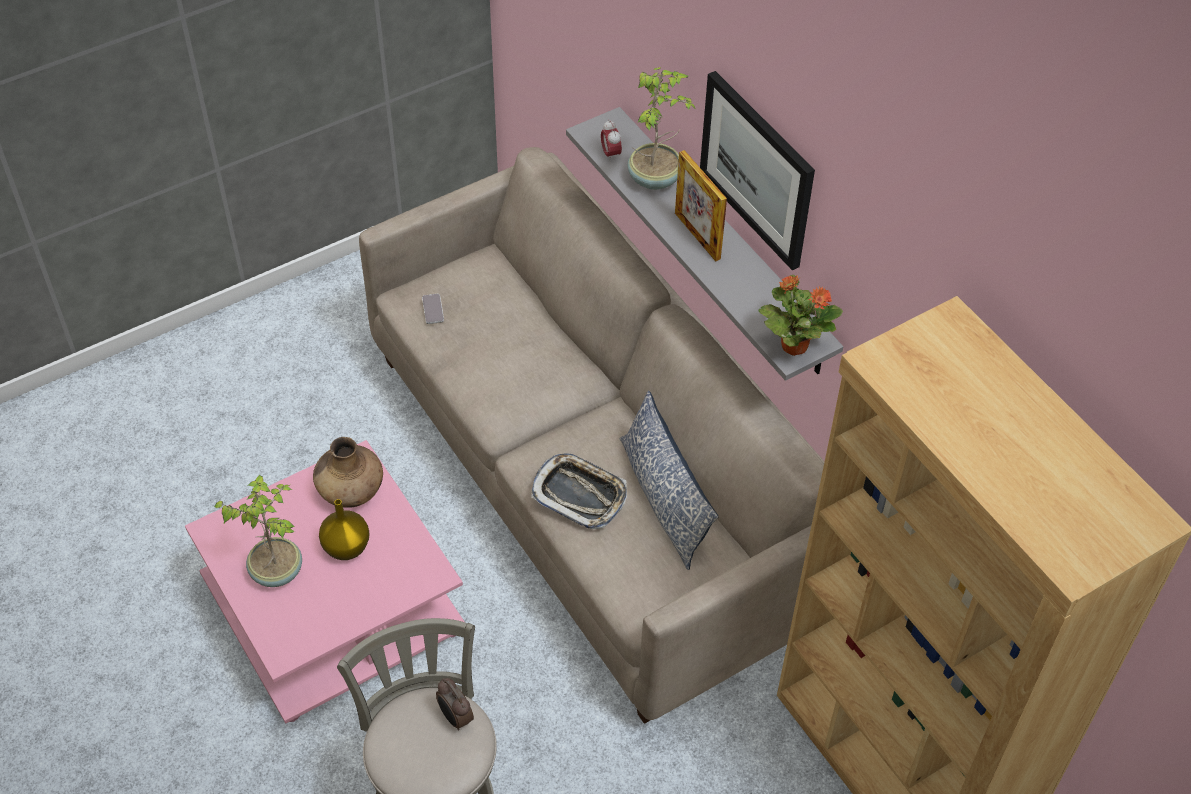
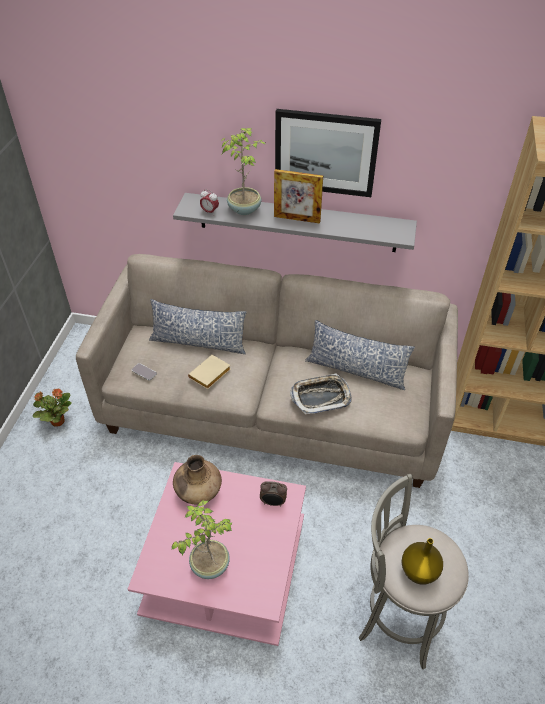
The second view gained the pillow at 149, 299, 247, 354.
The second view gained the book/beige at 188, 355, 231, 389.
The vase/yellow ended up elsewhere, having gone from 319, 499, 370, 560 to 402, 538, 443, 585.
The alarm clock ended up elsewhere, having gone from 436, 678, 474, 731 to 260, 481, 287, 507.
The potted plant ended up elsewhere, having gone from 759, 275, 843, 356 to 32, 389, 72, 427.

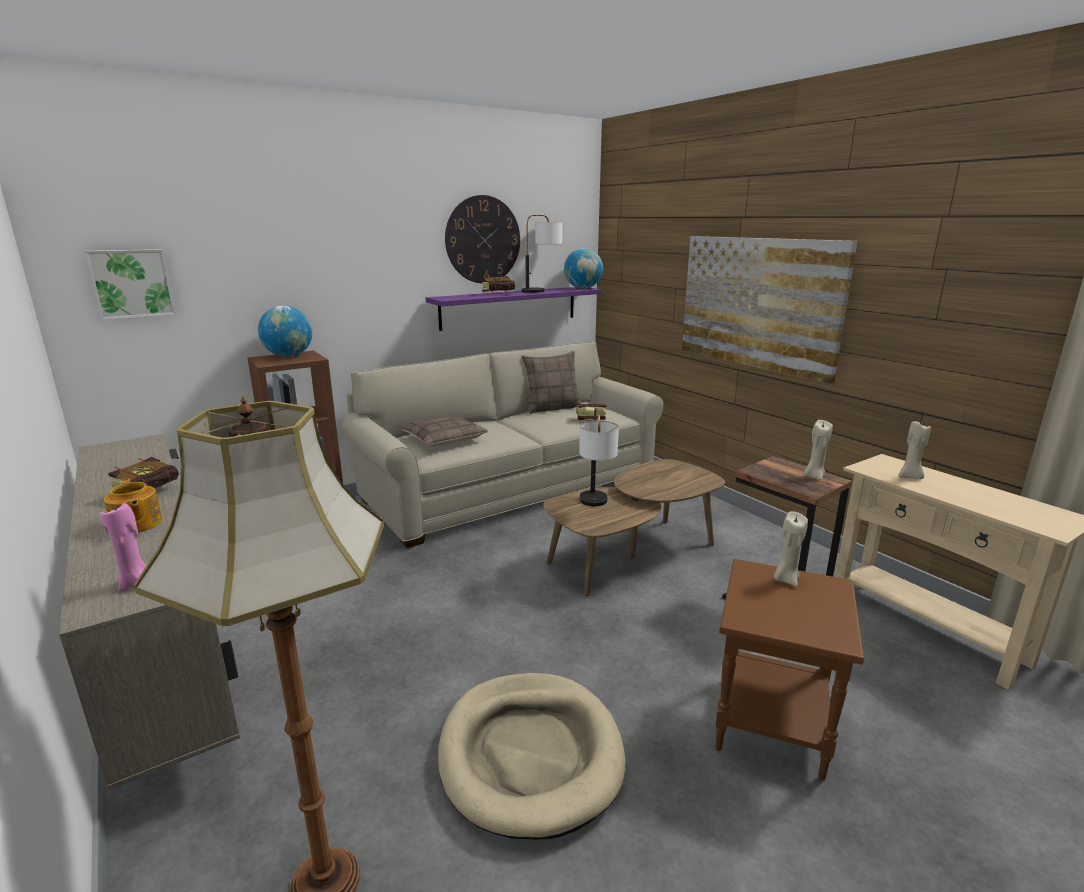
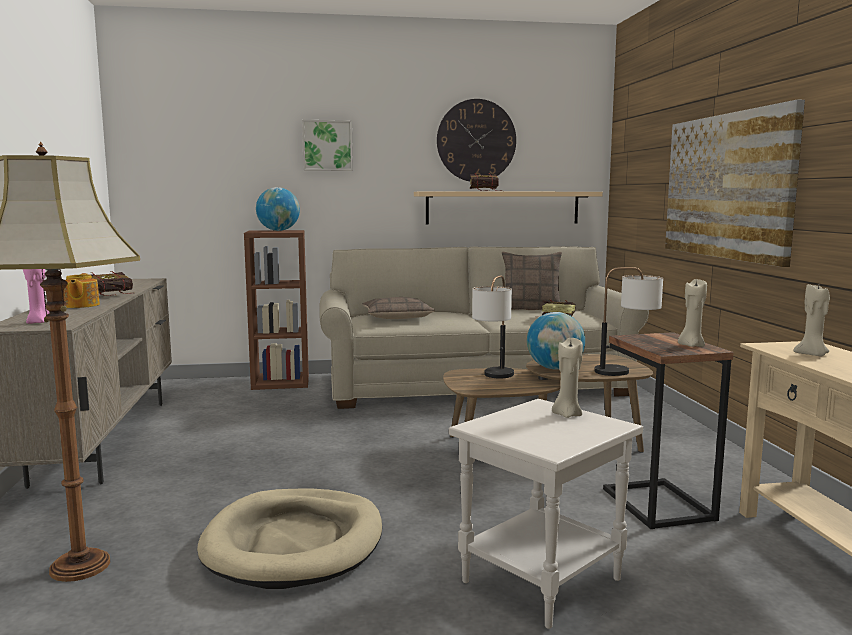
The picture ended up elsewhere, having gone from 85, 249, 176, 320 to 302, 120, 353, 171.
The table lamp ended up elsewhere, having gone from 522, 214, 562, 293 to 594, 267, 663, 376.
The globe ended up elsewhere, having gone from 564, 248, 603, 289 to 527, 312, 585, 369.
What was the shelf/purple at 426, 287, 602, 331 turned into the shelf/beige at 414, 192, 603, 224.
What was the side table/brown at 715, 559, 864, 781 turned into the side table/white at 449, 399, 643, 629.

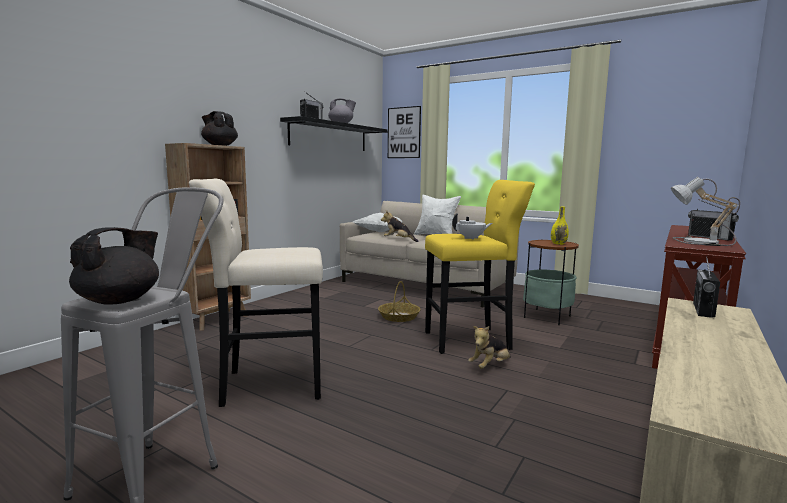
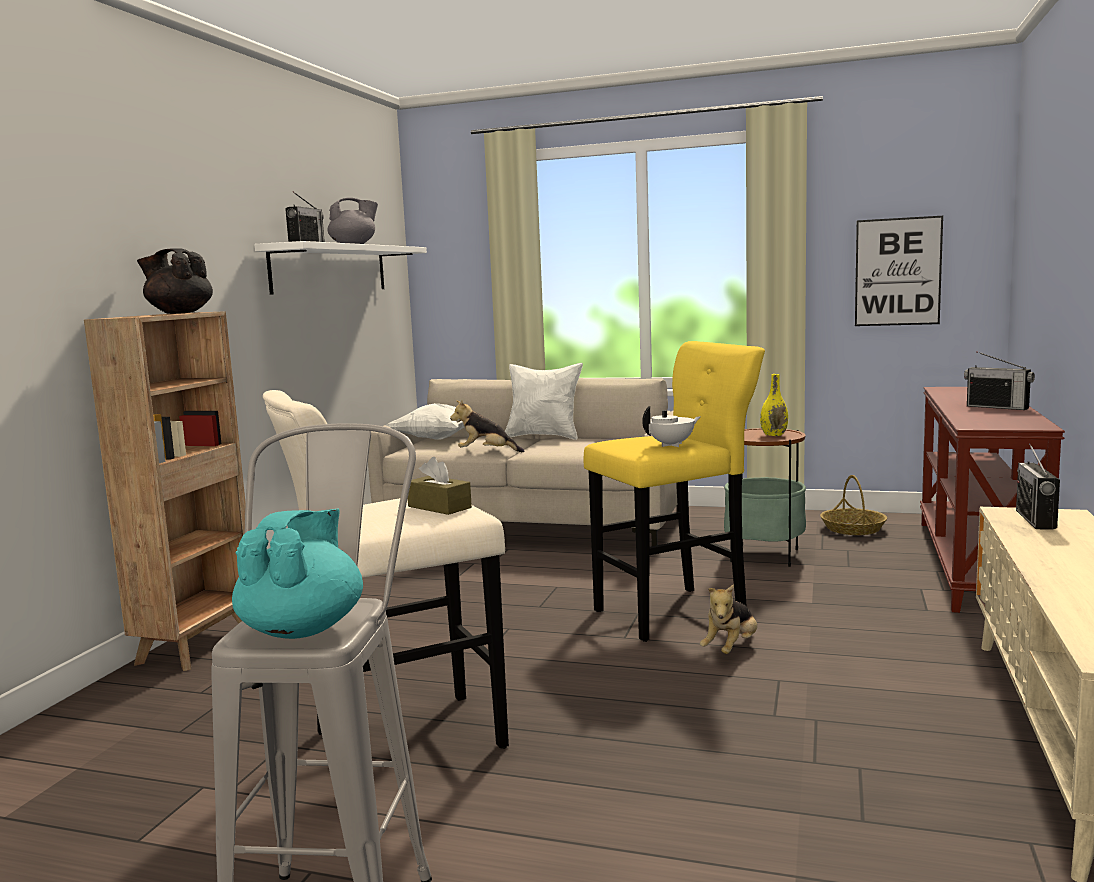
The second view lost the table lamp at 671, 177, 740, 246.
The second view gained the tissue box/brown at 408, 457, 472, 515.
The basket ended up elsewhere, having gone from 378, 281, 421, 322 to 820, 475, 887, 535.
The picture ended up elsewhere, having gone from 388, 106, 421, 158 to 855, 216, 943, 326.
What was the teapot/black at 69, 227, 159, 304 turned into the teapot/turquoise at 232, 509, 363, 639.
What was the shelf/black at 280, 116, 388, 151 turned into the shelf/white at 254, 241, 427, 295.

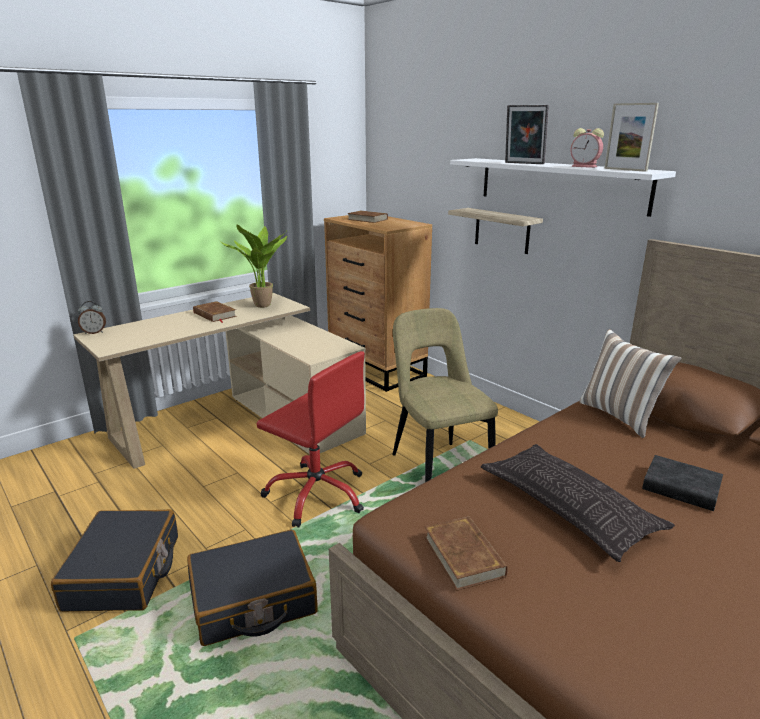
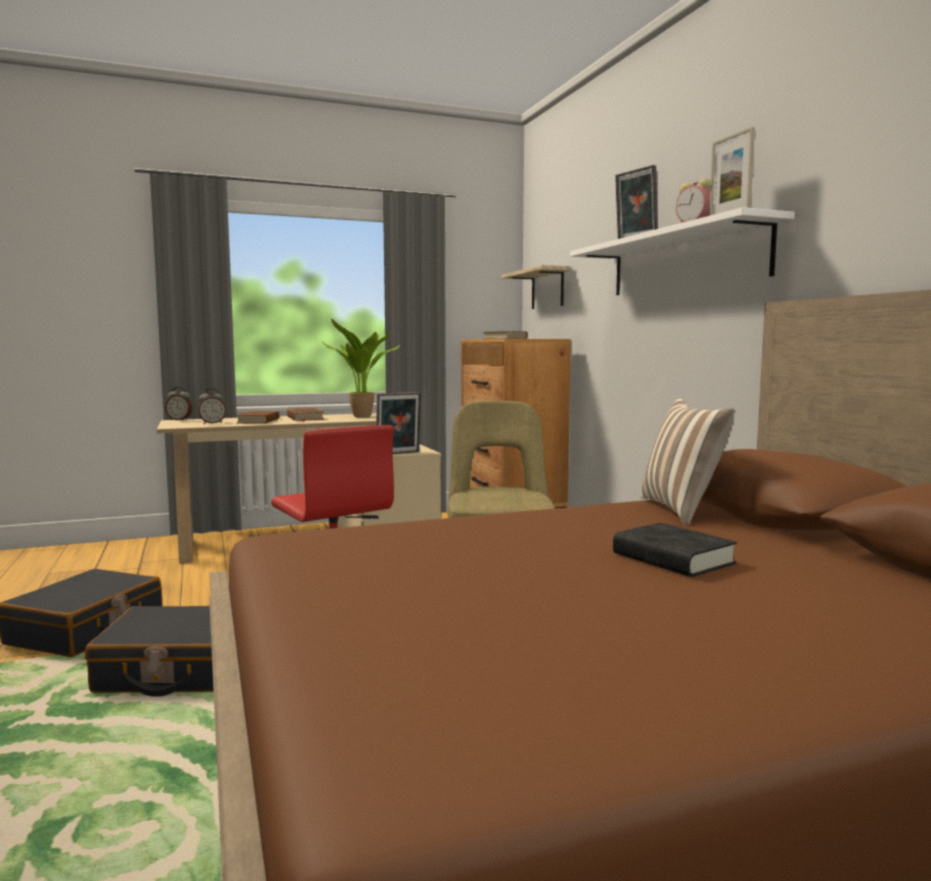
The second view lost the pillow at 481, 444, 675, 562.
The second view gained the alarm clock at 198, 389, 226, 424.
The second view gained the picture frame at 376, 392, 421, 454.
The book/brown ended up elsewhere, having gone from 424, 516, 508, 591 to 236, 411, 279, 424.
The shelf ended up elsewhere, having gone from 448, 208, 543, 254 to 502, 265, 571, 309.

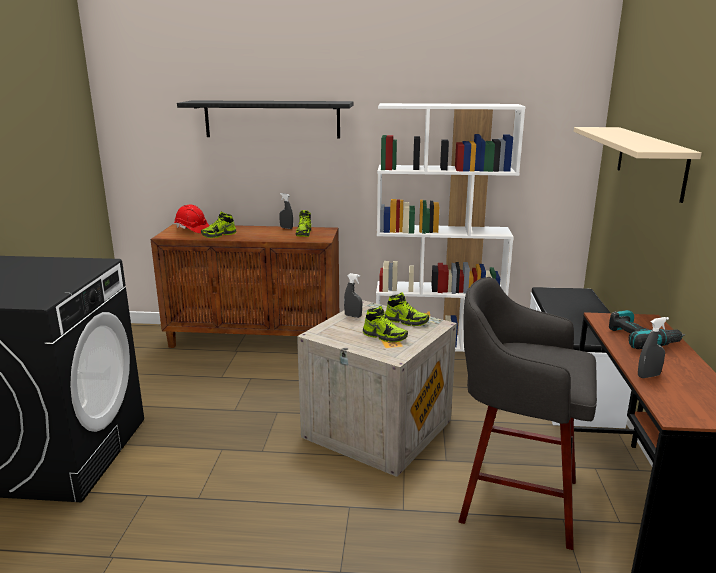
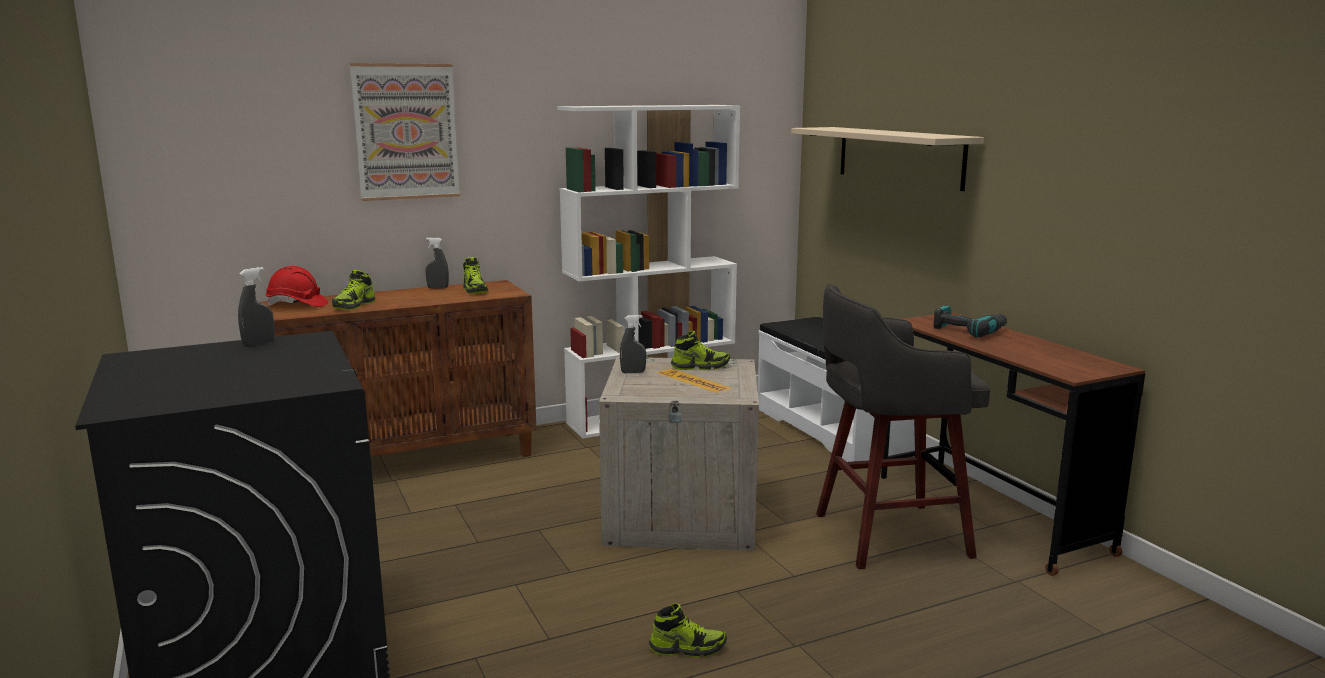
The shoe ended up elsewhere, having gone from 363, 306, 408, 342 to 649, 603, 727, 658.
The spray bottle/grey ended up elsewhere, having gone from 638, 317, 669, 378 to 238, 267, 275, 348.
Where the shelf/black hung at 177, 100, 353, 138, the picture came to hang at 350, 63, 460, 201.

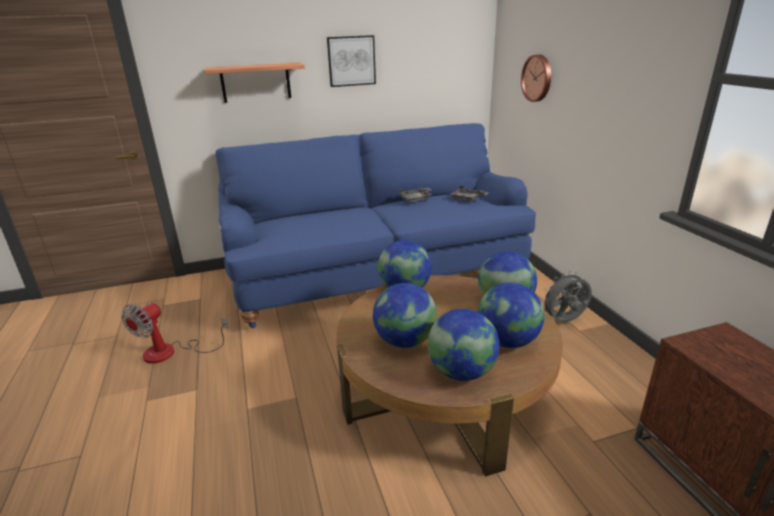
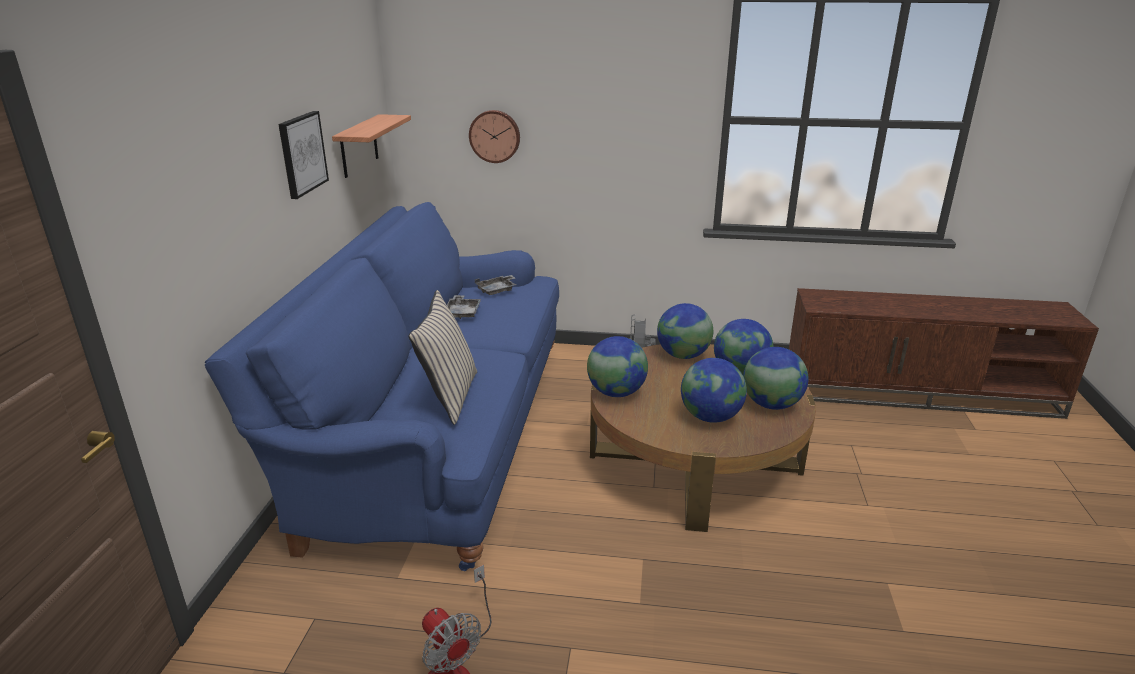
The second view gained the pillow/beige at 408, 290, 477, 425.
The shelf ended up elsewhere, having gone from 205, 63, 305, 103 to 332, 114, 411, 178.

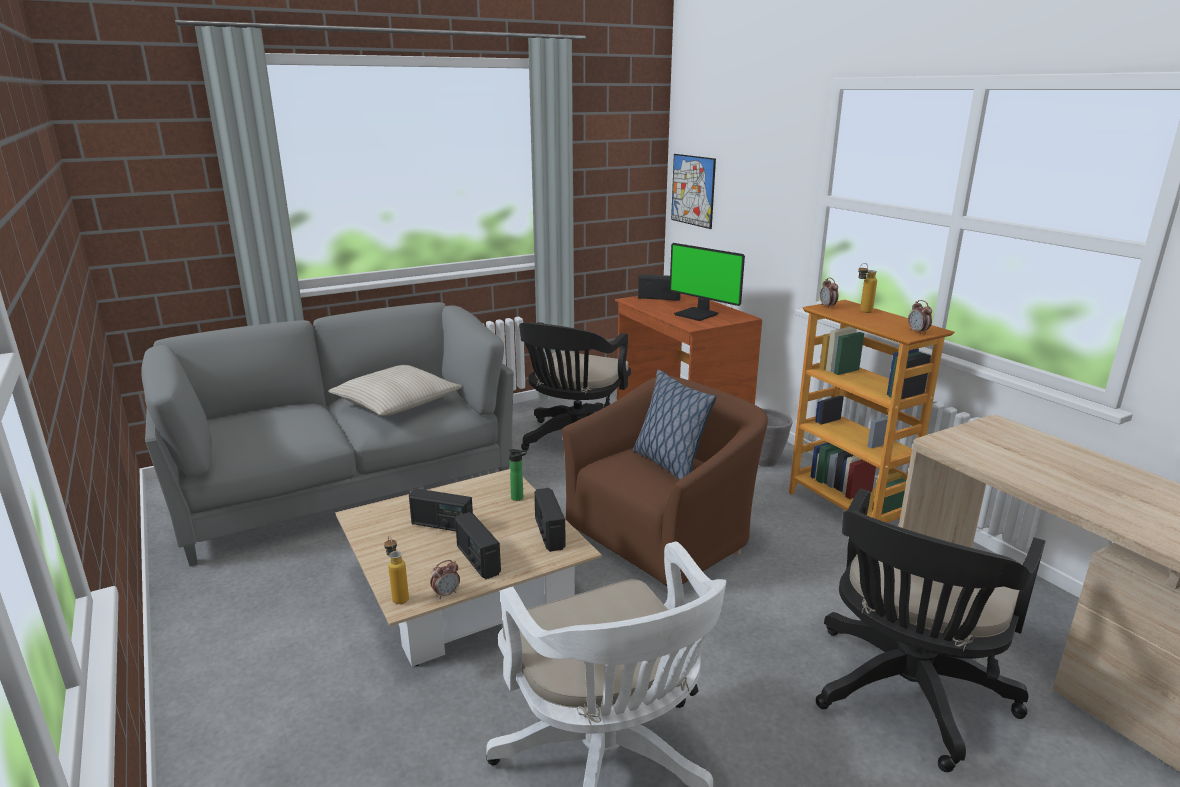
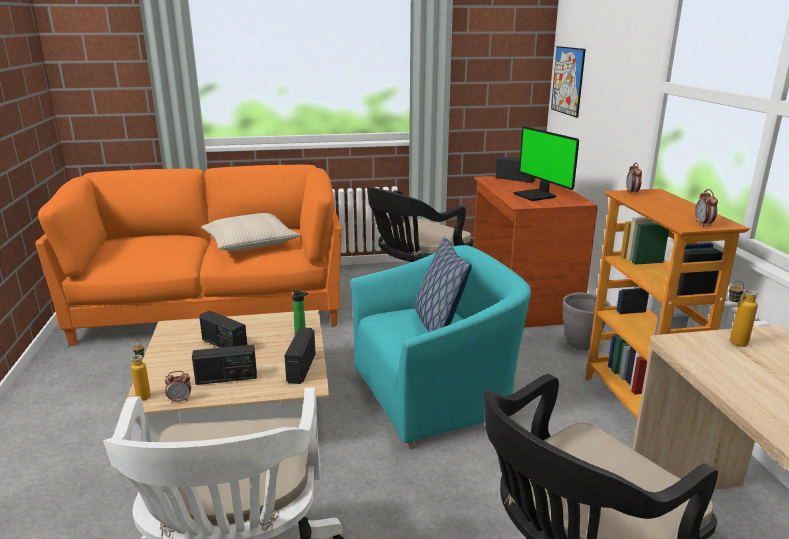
The bottle ended up elsewhere, having gone from 858, 263, 877, 313 to 728, 281, 758, 347.
What was the sofa/grey at 141, 302, 514, 567 turned into the sofa/orange at 35, 165, 342, 346.
What was the armchair/brown at 562, 376, 768, 586 turned into the armchair/turquoise at 351, 245, 531, 447.
The radio at 455, 512, 501, 579 ended up facing another way, 90 degrees counterclockwise from before.

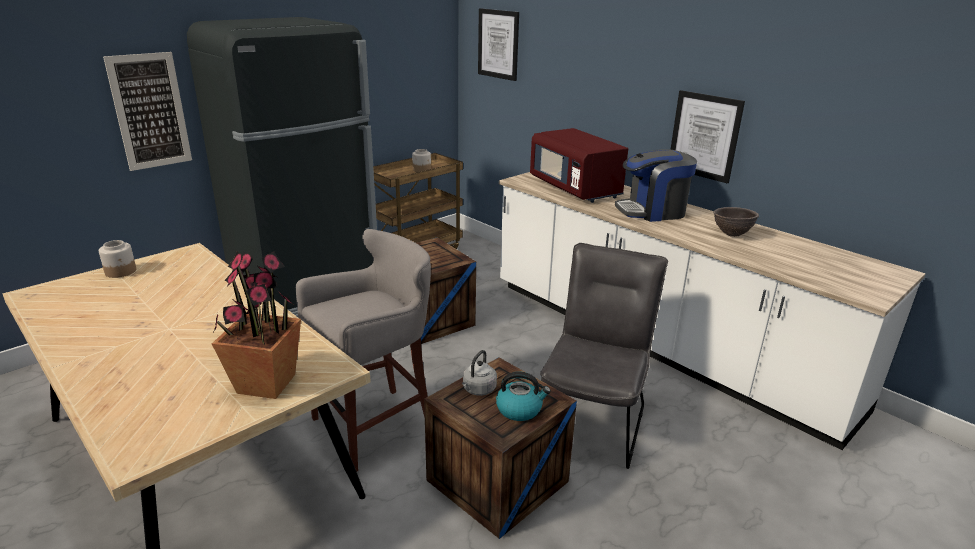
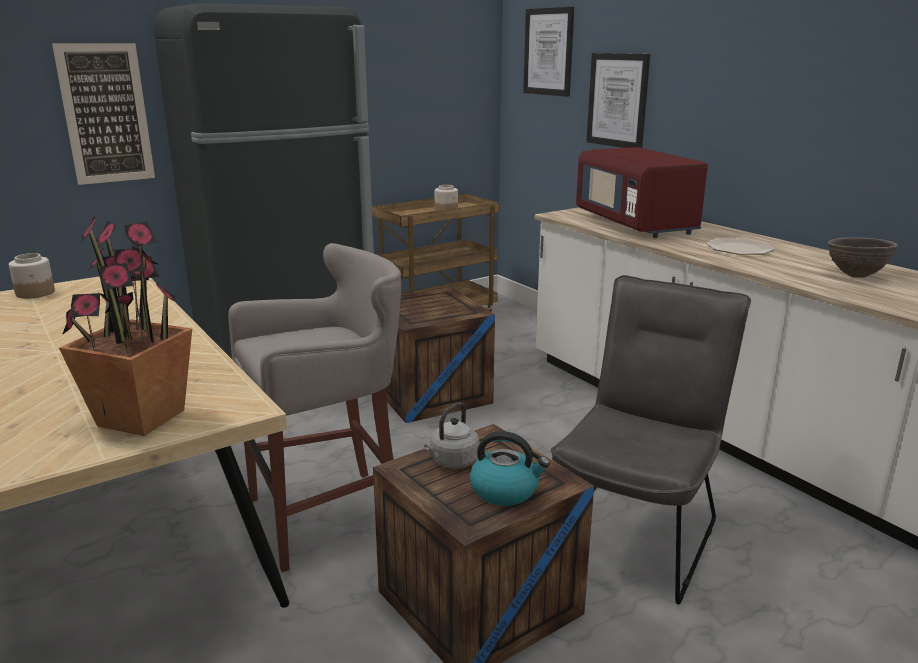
The picture ended up elsewhere, having gone from 670, 90, 745, 183 to 587, 53, 650, 148.
Where the coffee machine stood at 615, 149, 697, 222, the plate came to stand at 706, 238, 775, 255.

